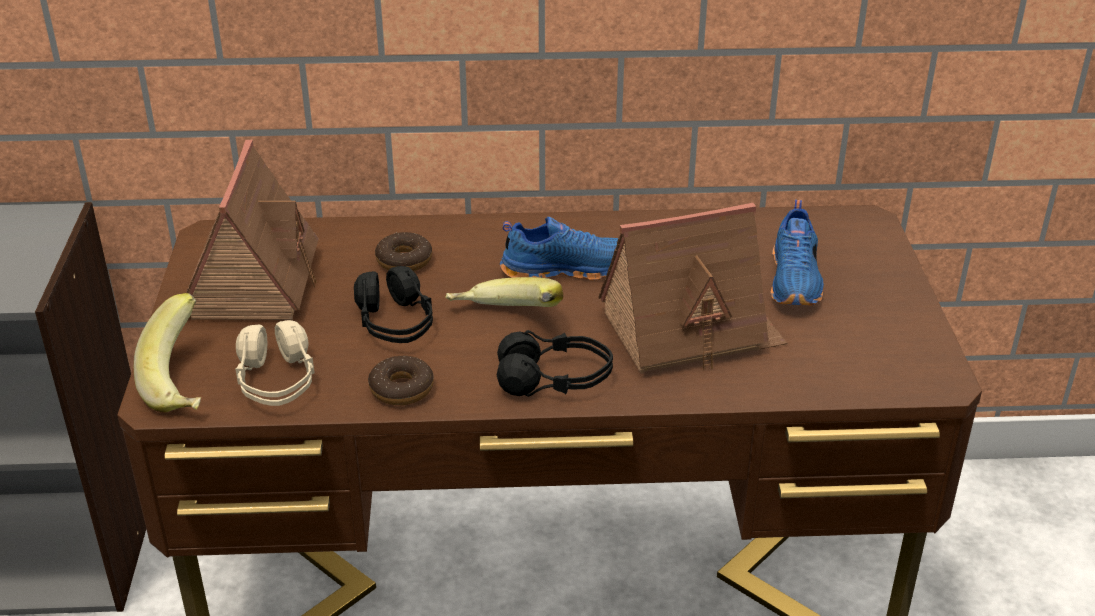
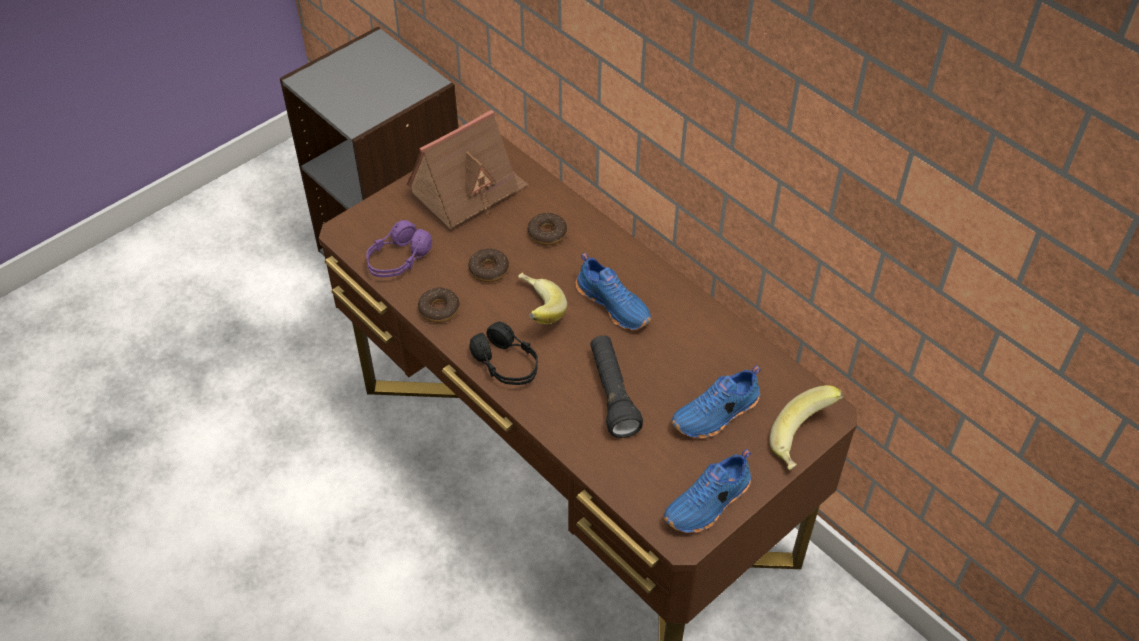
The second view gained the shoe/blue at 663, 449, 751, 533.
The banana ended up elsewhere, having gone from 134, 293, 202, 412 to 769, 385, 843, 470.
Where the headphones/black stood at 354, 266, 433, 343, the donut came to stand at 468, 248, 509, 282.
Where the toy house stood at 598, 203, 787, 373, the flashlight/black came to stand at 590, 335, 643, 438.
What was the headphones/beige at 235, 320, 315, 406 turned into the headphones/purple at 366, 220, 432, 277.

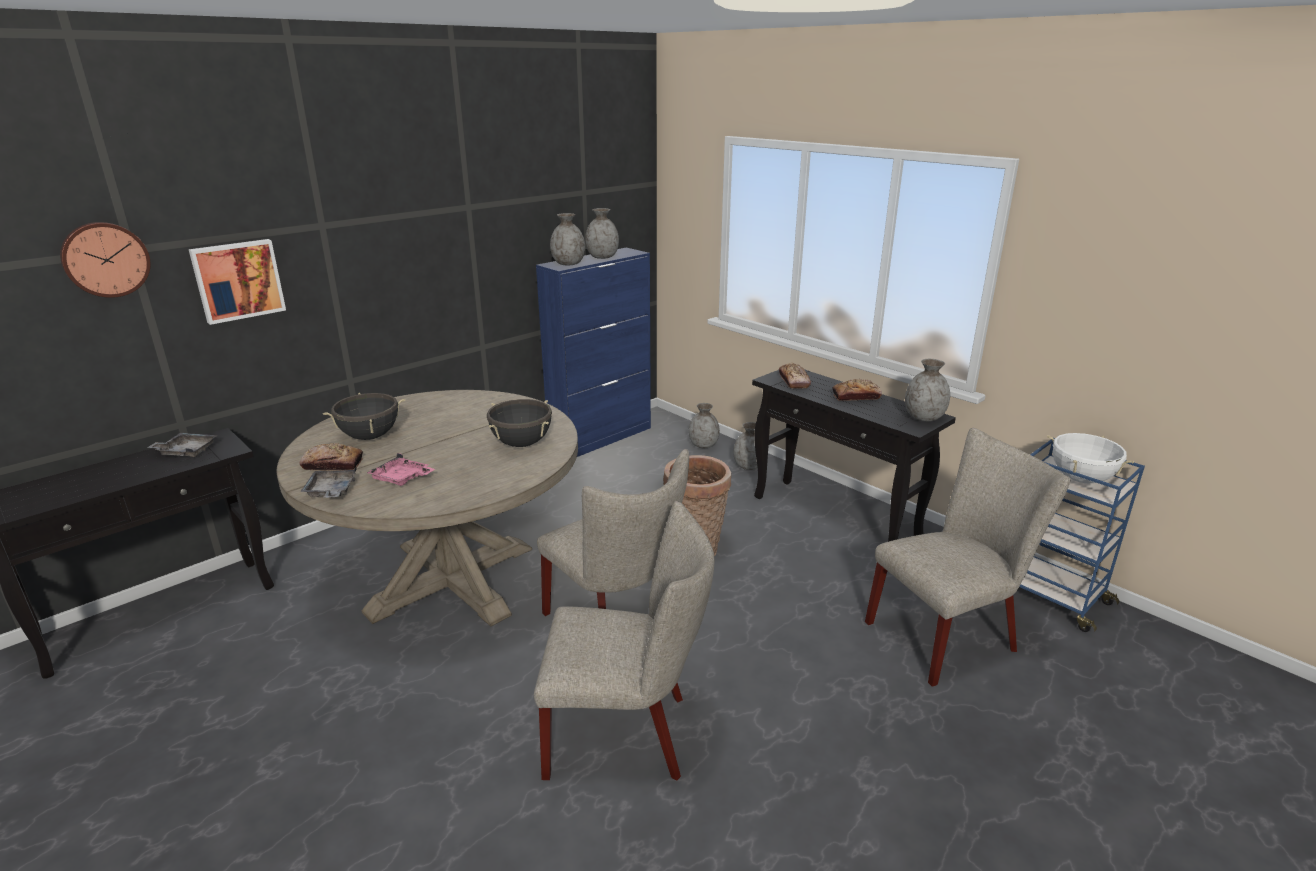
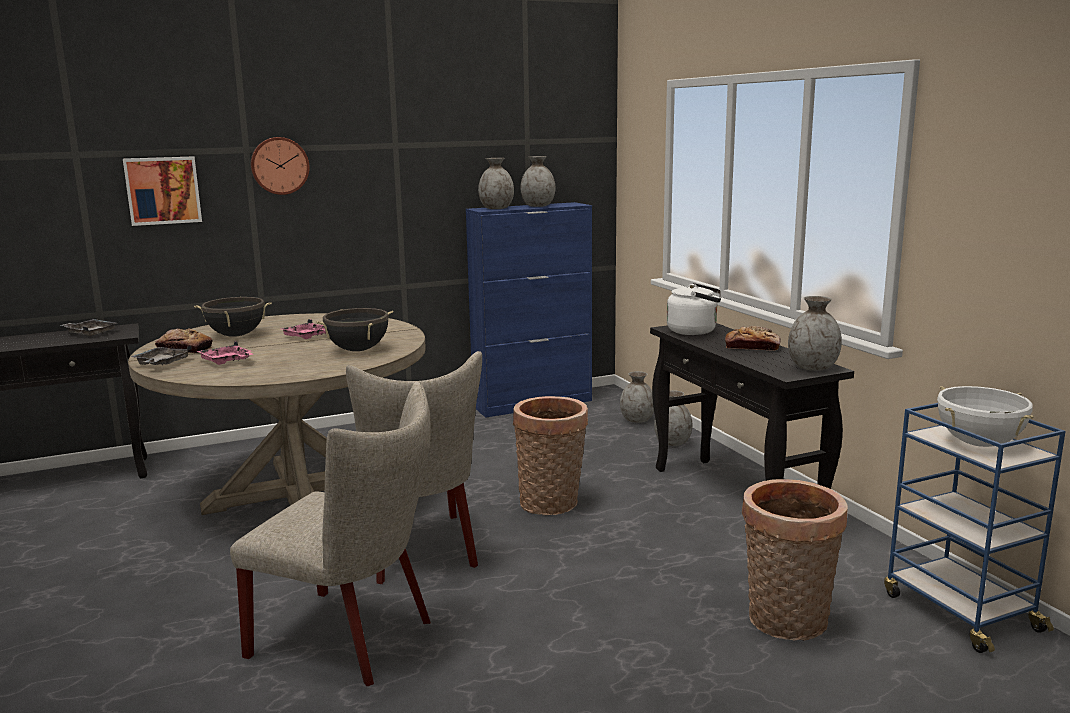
The second view gained the tray/pink at 281, 319, 326, 339.
The wall clock ended up elsewhere, having gone from 60, 222, 151, 298 to 251, 137, 309, 195.
Where the bread stood at 779, 363, 811, 389, the kettle/white came to stand at 667, 283, 721, 335.
Where the chair/beige stood at 865, 428, 1070, 687, the basket came to stand at 742, 479, 848, 641.

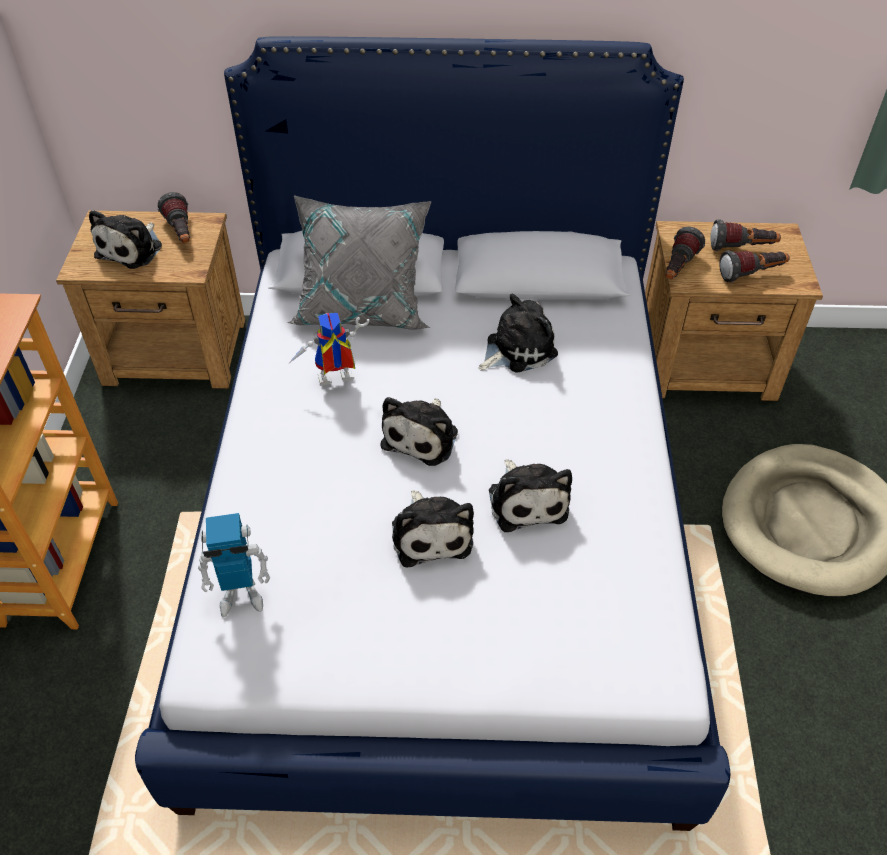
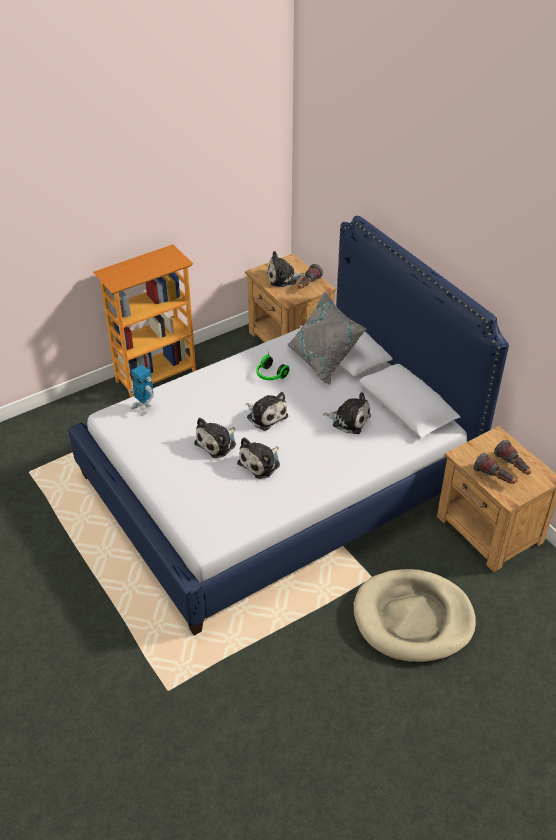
The second view lost the flashlight at 666, 227, 705, 279.
Where the toy robot stood at 289, 313, 369, 386, the headphones came to stand at 257, 352, 290, 380.
The plush toy at 381, 397, 458, 466 ended up facing another way, 120 degrees counterclockwise from before.

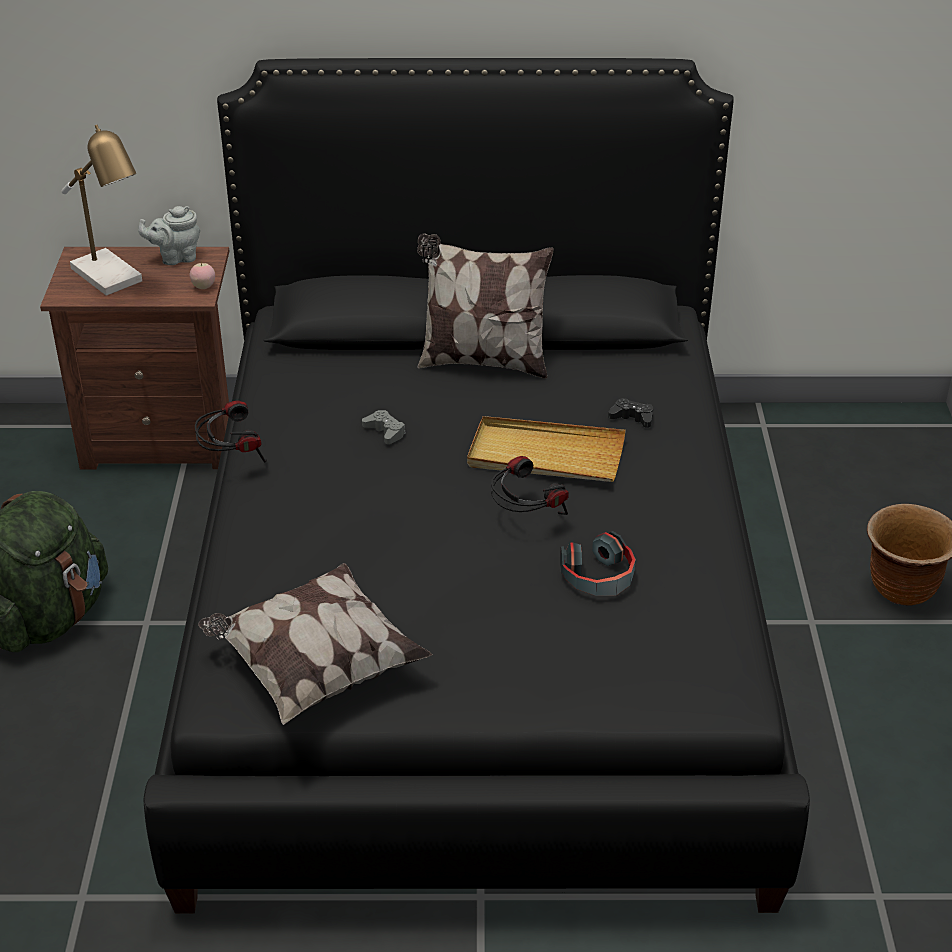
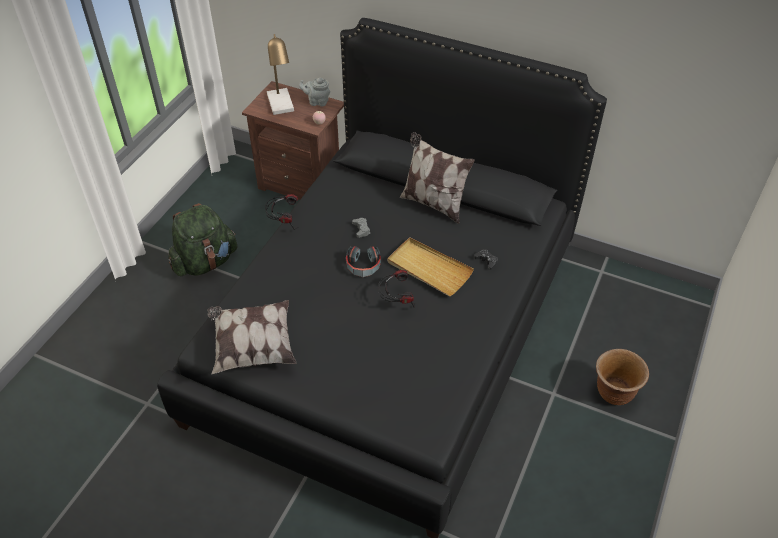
The headphones ended up elsewhere, having gone from 560, 531, 636, 596 to 346, 246, 381, 277.

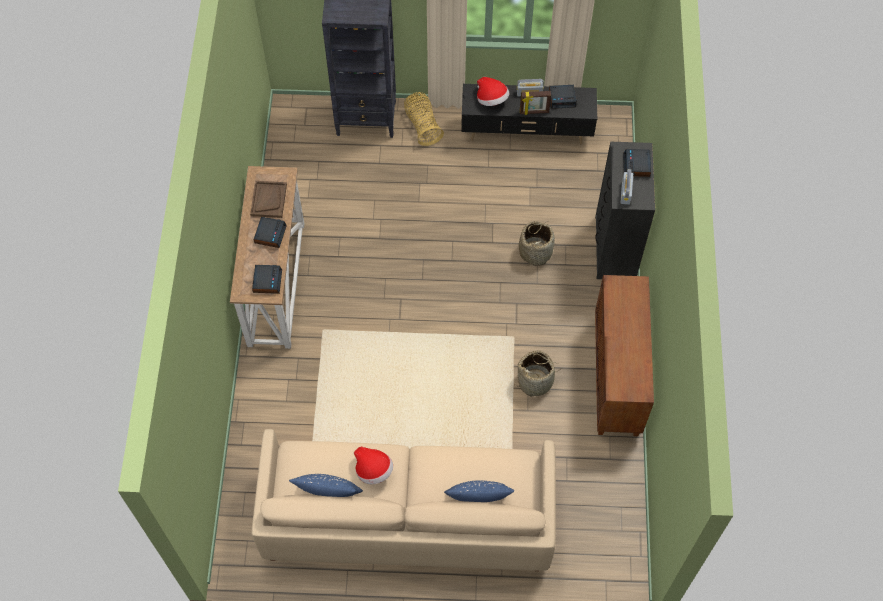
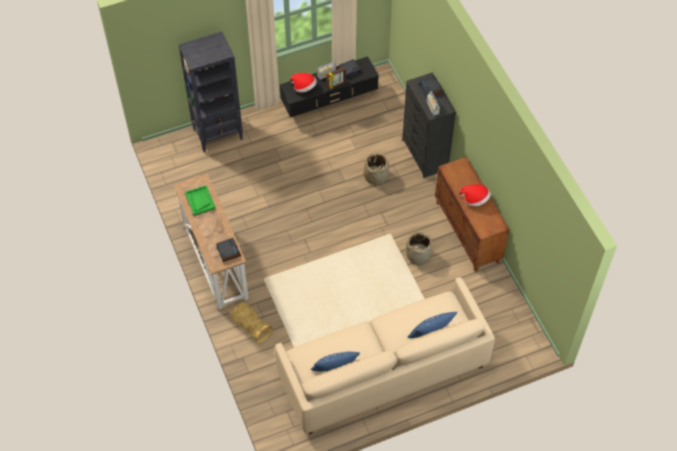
The second view lost the alarm clock at 254, 217, 287, 248.
The hat ended up elsewhere, having gone from 354, 447, 393, 484 to 460, 184, 490, 207.
The basket ended up elsewhere, having gone from 404, 92, 444, 146 to 231, 302, 273, 343.
What was the tray/brown at 250, 181, 287, 218 turned into the tray/green at 185, 185, 216, 215.

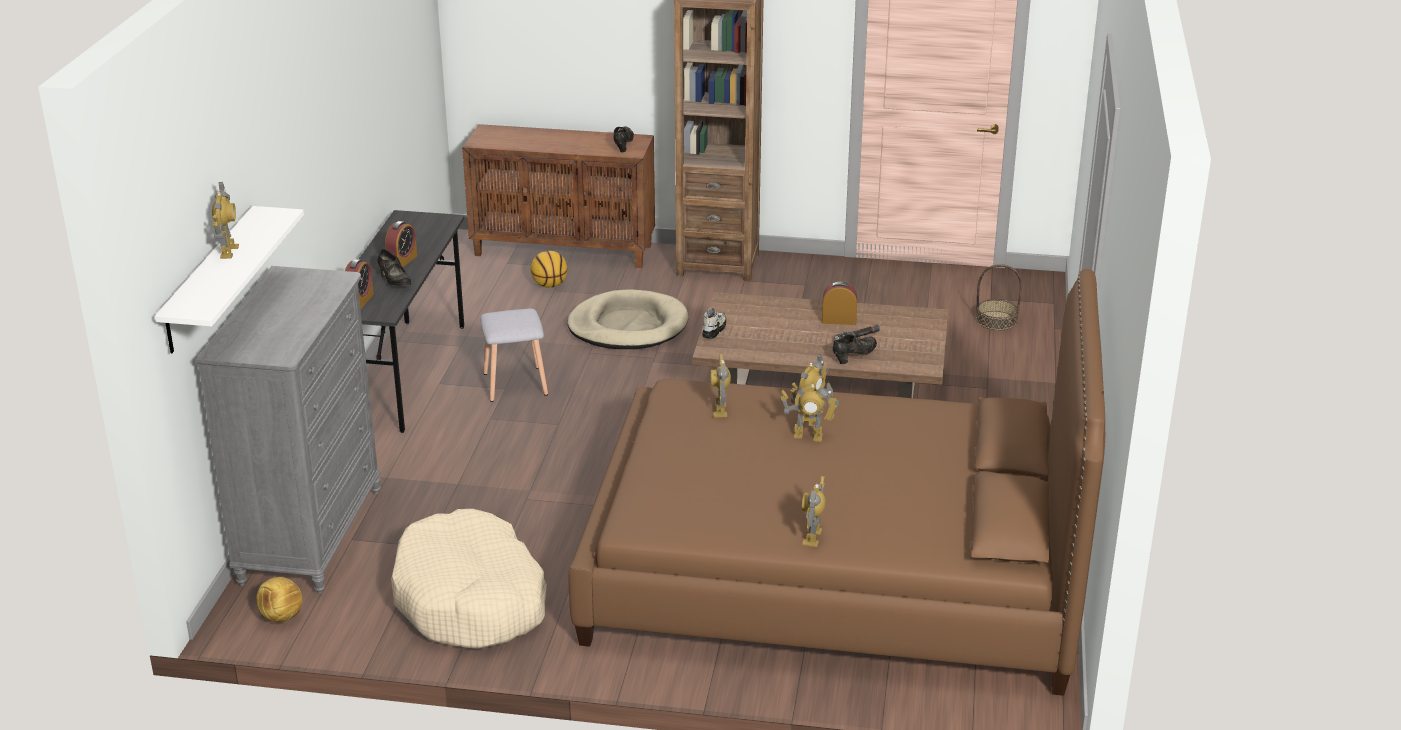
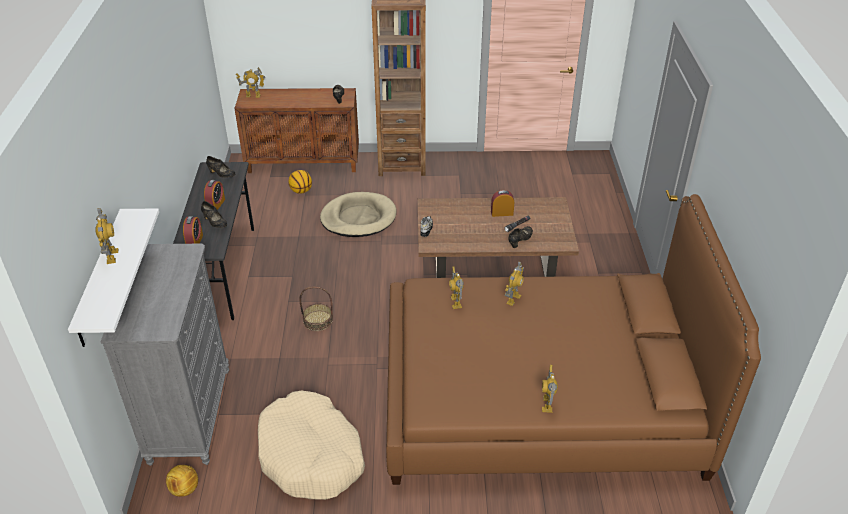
The second view lost the stool/grey at 480, 309, 548, 402.
The second view gained the shoe/black at 206, 156, 236, 178.
The toy robot ended up elsewhere, having gone from 781, 382, 839, 442 to 236, 67, 265, 98.
The basket ended up elsewhere, having gone from 976, 264, 1022, 330 to 300, 286, 333, 331.

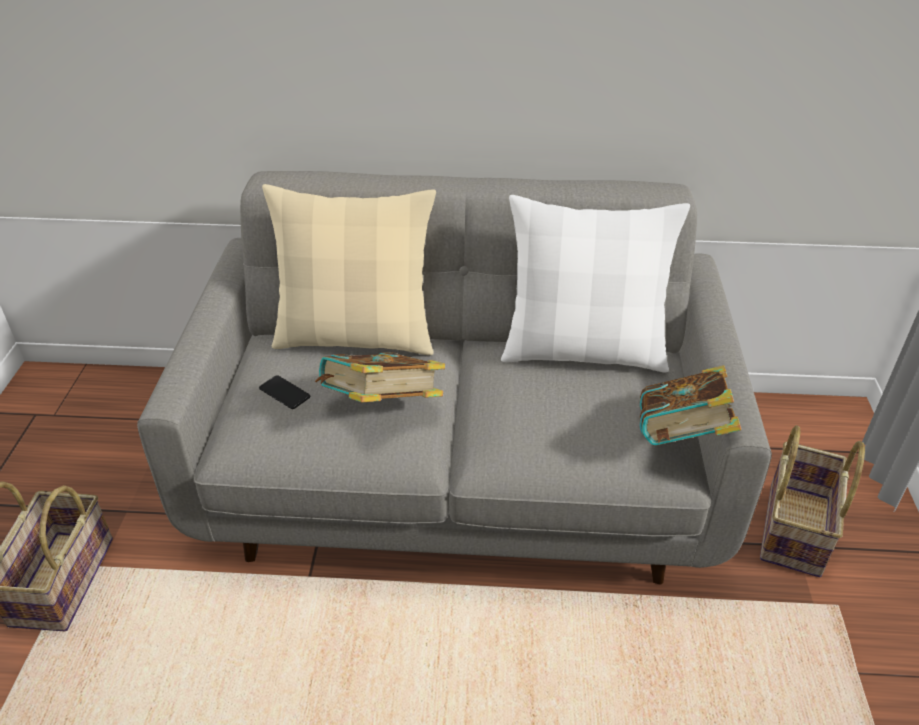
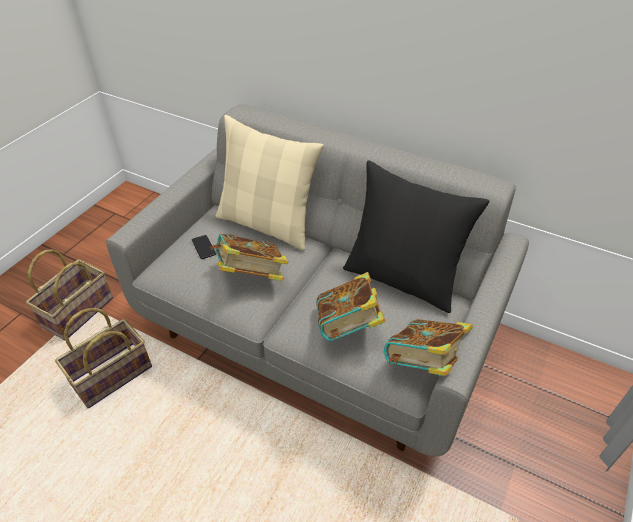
The second view gained the book at 316, 272, 386, 341.
The basket ended up elsewhere, having gone from 760, 425, 865, 577 to 55, 308, 152, 408.
What was the pillow/white at 501, 195, 690, 372 turned into the pillow/black at 343, 161, 489, 313.

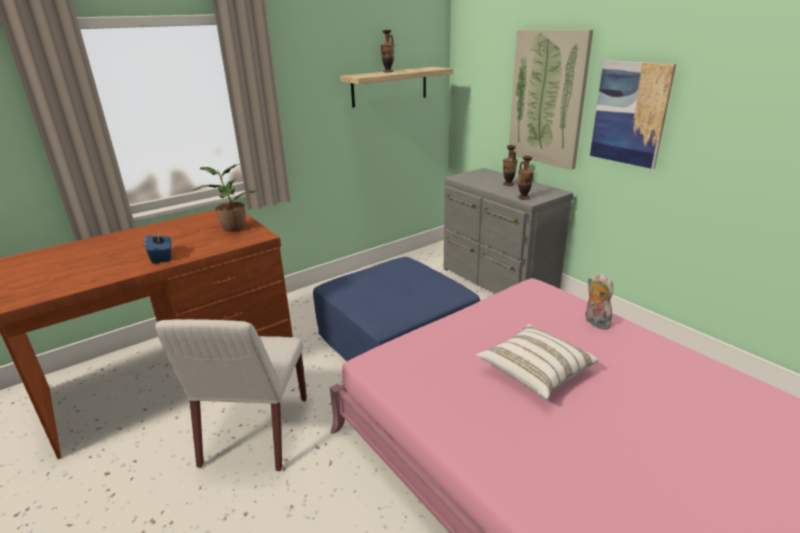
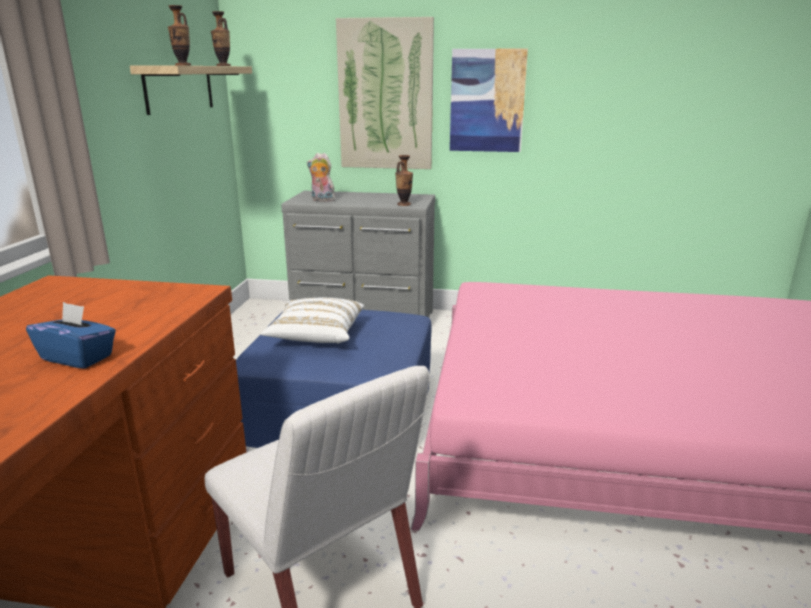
The second view lost the potted plant at 194, 164, 255, 232.
The pillow/white ended up elsewhere, having gone from 476, 324, 599, 400 to 260, 298, 364, 344.
The vase ended up elsewhere, having gone from 503, 145, 518, 186 to 211, 11, 231, 66.
The plush toy ended up elsewhere, having gone from 586, 274, 613, 329 to 307, 153, 335, 202.

